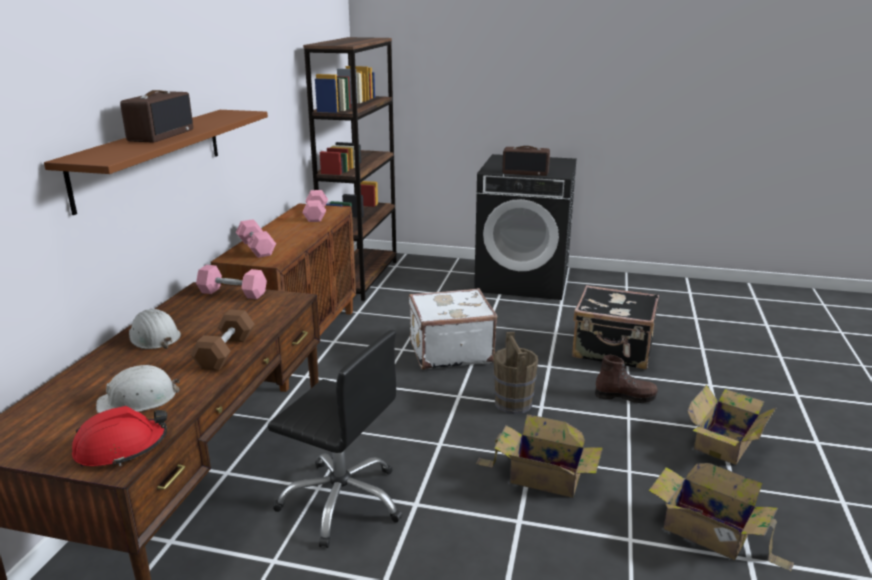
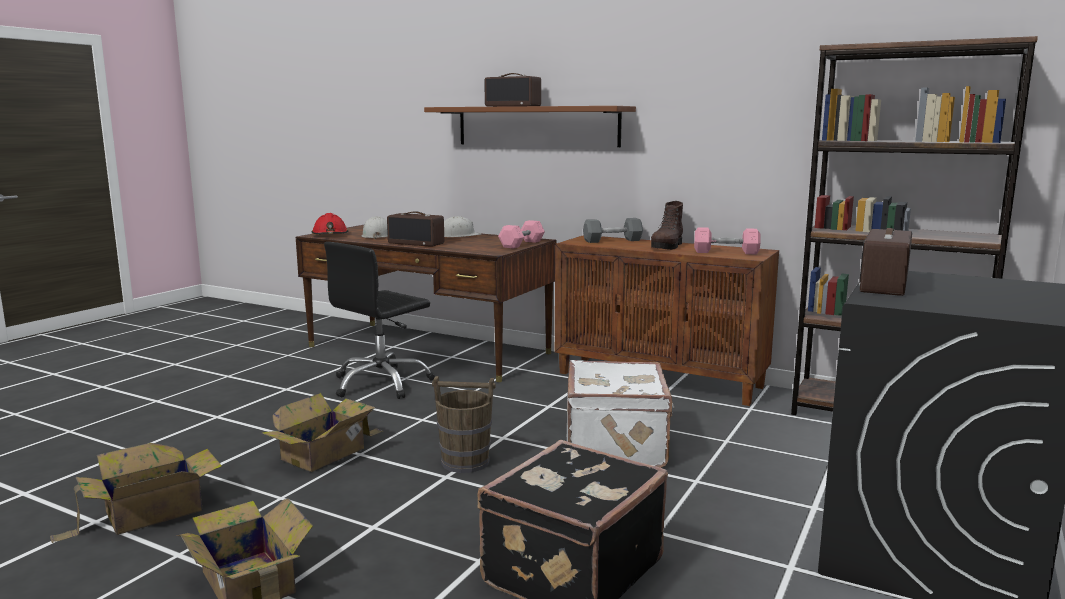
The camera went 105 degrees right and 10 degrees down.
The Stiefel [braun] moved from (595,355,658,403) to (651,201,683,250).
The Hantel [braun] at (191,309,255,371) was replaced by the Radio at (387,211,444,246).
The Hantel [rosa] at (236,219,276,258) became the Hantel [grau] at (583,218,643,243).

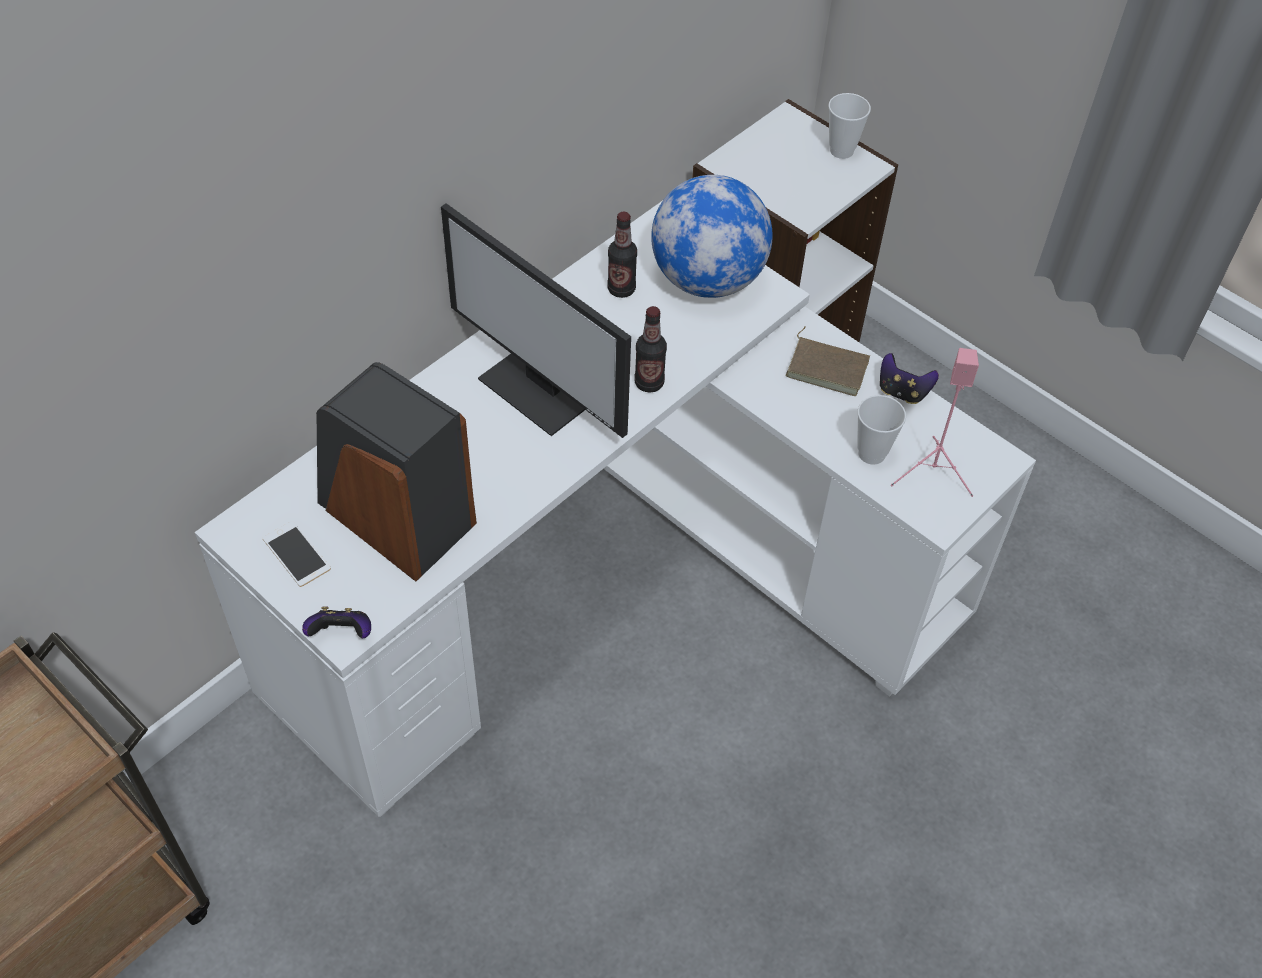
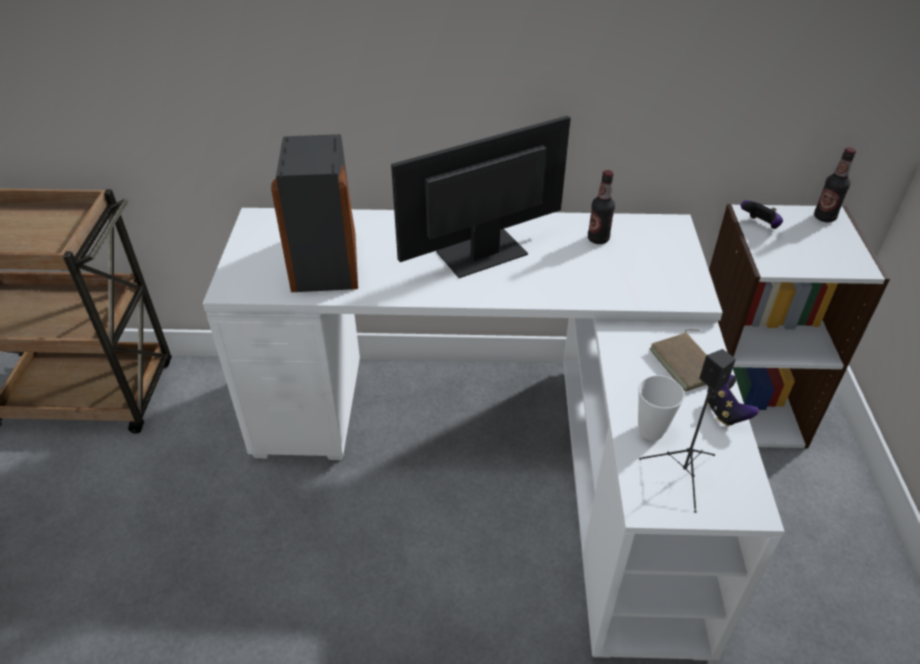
The camera went 50 degrees right and 10 degrees down.
The Handy at (263,521,331,587) disappeared.
The Globus at (651,175,773,298) disappeared.
The Tasse at (829,93,871,159) disappeared.
The Gamepad moved from (302,606,371,638) to (741,200,783,229).
The Flasche moved from (635,306,667,393) to (814,147,856,222).
The Lautsprecher [rosa] at (891,348,979,497) became the Lautsprecher [schwarz] at (639,349,736,513).
The Monitor at (441,203,631,438) turned 60 degrees clockwise.

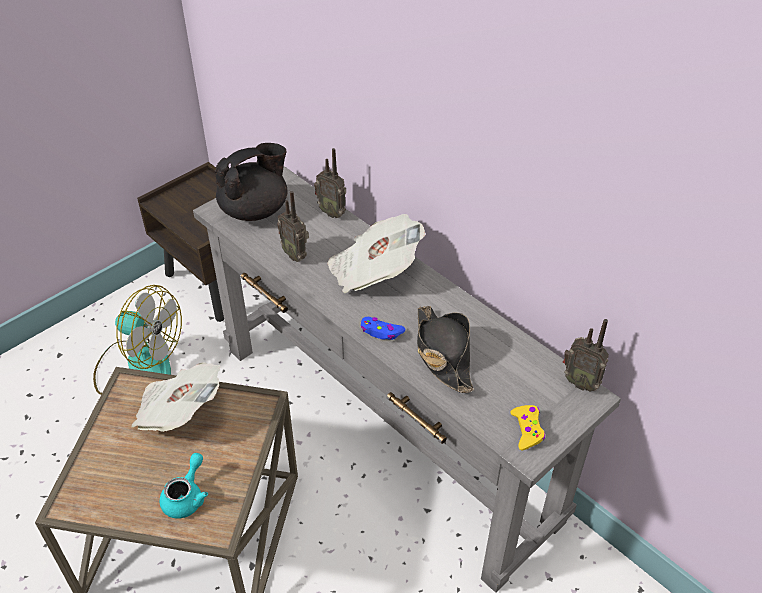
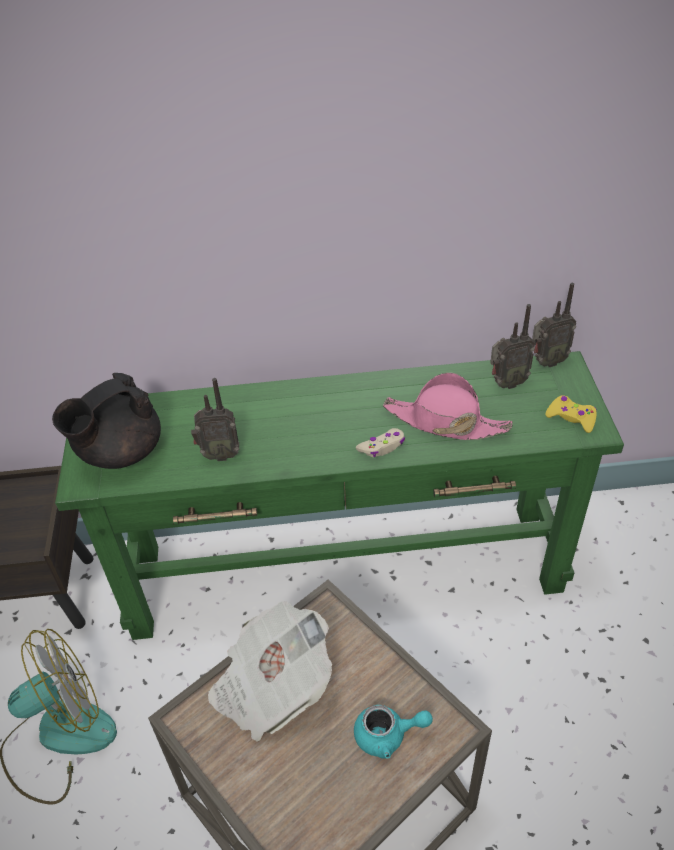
The camera went 50 degrees left and 0 degrees up.
The Zeitung at (327,214,425,293) disappeared.
The Radio moved from (314,148,346,218) to (490,304,535,389).
The Konsolentisch [grau] at (193,166,621,593) became the Konsolentisch [grün] at (55,351,624,640).
The Gamepad [blau] at (361,317,406,340) became the Gamepad [beige] at (356,428,405,457).
The Hut [schwarz] at (417,305,474,393) became the Hut [rosa] at (383,372,513,440).
The Teekanne [türkis] at (160,453,208,518) turned 120 degrees clockwise.
The Teekanne [schwarz] at (215,143,288,221) turned 135 degrees counterclockwise.

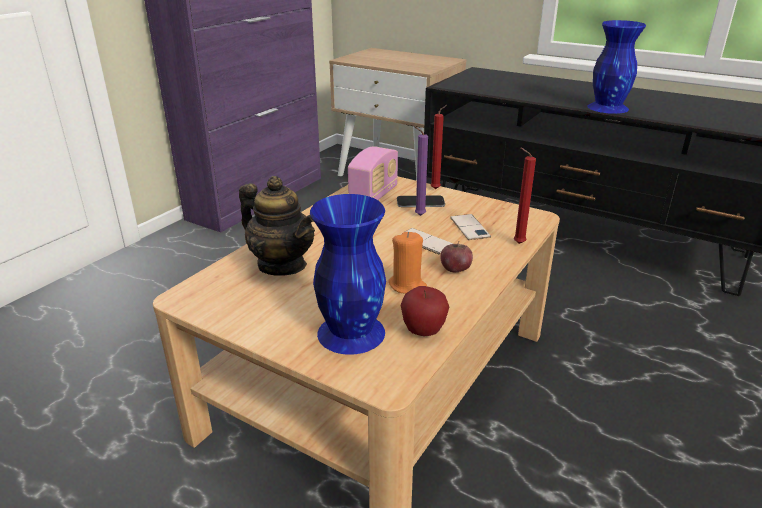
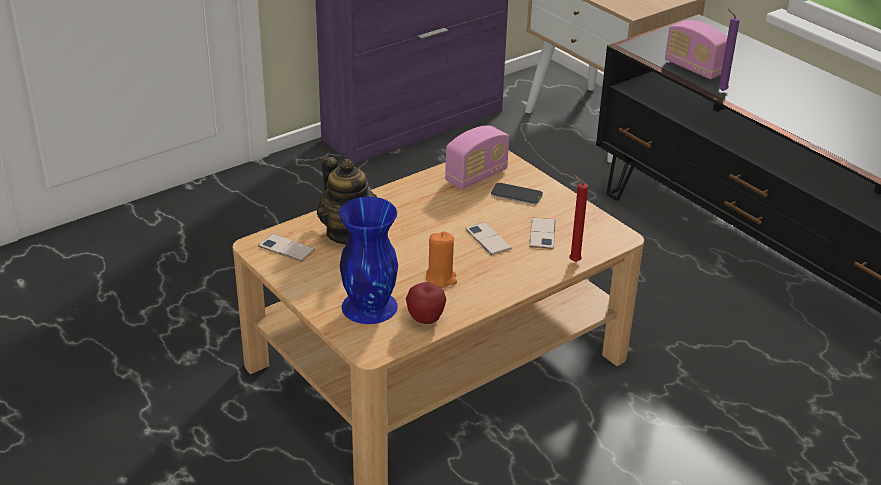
The camera went 20 degrees right and 5 degrees up.
The Kerze [rot] at (430,105,447,189) disappeared.
The Apfel at (440,241,473,272) disappeared.
The Vase [blau] at (587,20,646,114) disappeared.
The Handy at (258,234,315,262) appeared.
The Radio at (665,20,727,79) appeared.
The Kerze [lila] moved from (414,126,428,216) to (718,9,740,91).

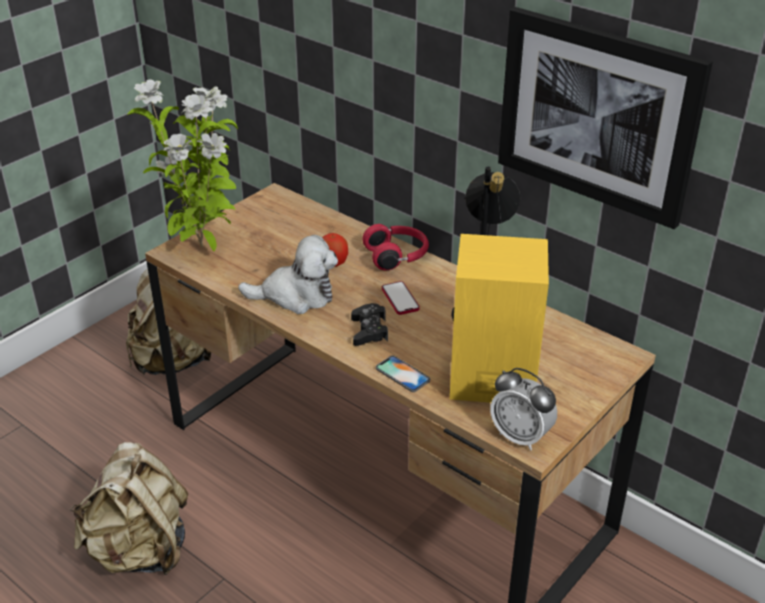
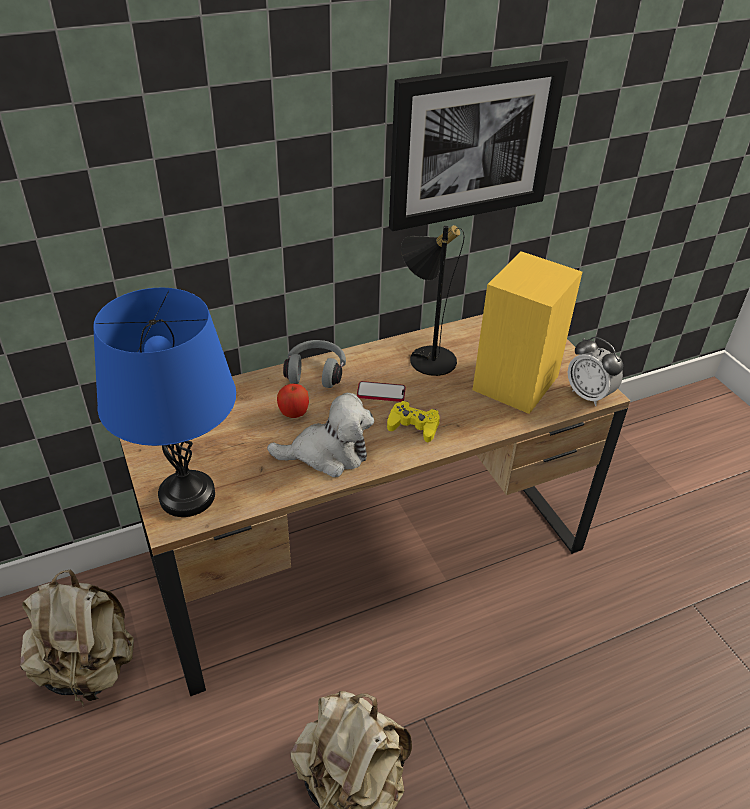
The camera went 65 degrees left and 5 degrees up.
The Handy at (376,356,430,392) disappeared.
The Topfpflanze at (127,79,238,251) was replaced by the Tischlampe [blau] at (93,288,236,517).
The Gamepad [schwarz] at (351,303,388,346) became the Gamepad [gelb] at (387,401,440,442).
The Kopfhörer [rot] at (362,224,429,270) became the Kopfhörer [grau] at (283,340,346,388).
The Plüschtier at (238,235,338,314) turned 60 degrees clockwise.
The Wecker at (490,368,557,450) turned 75 degrees clockwise.

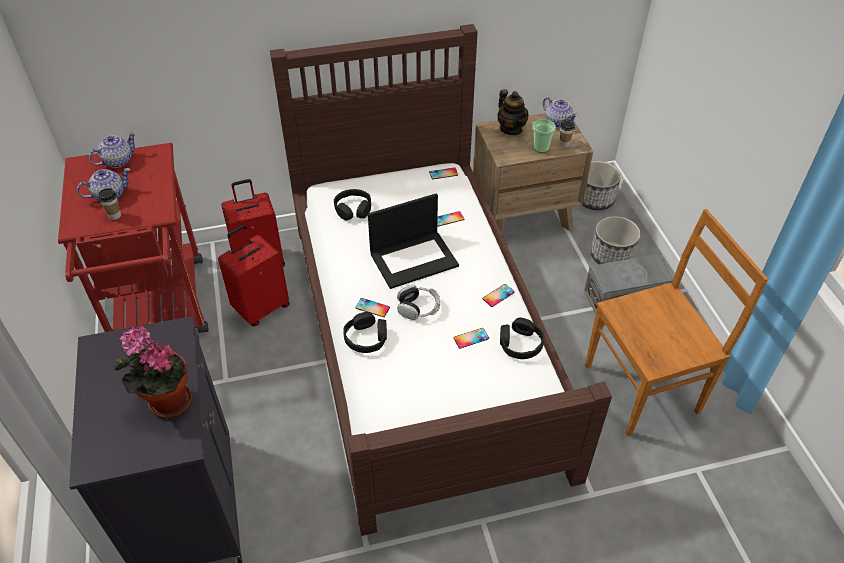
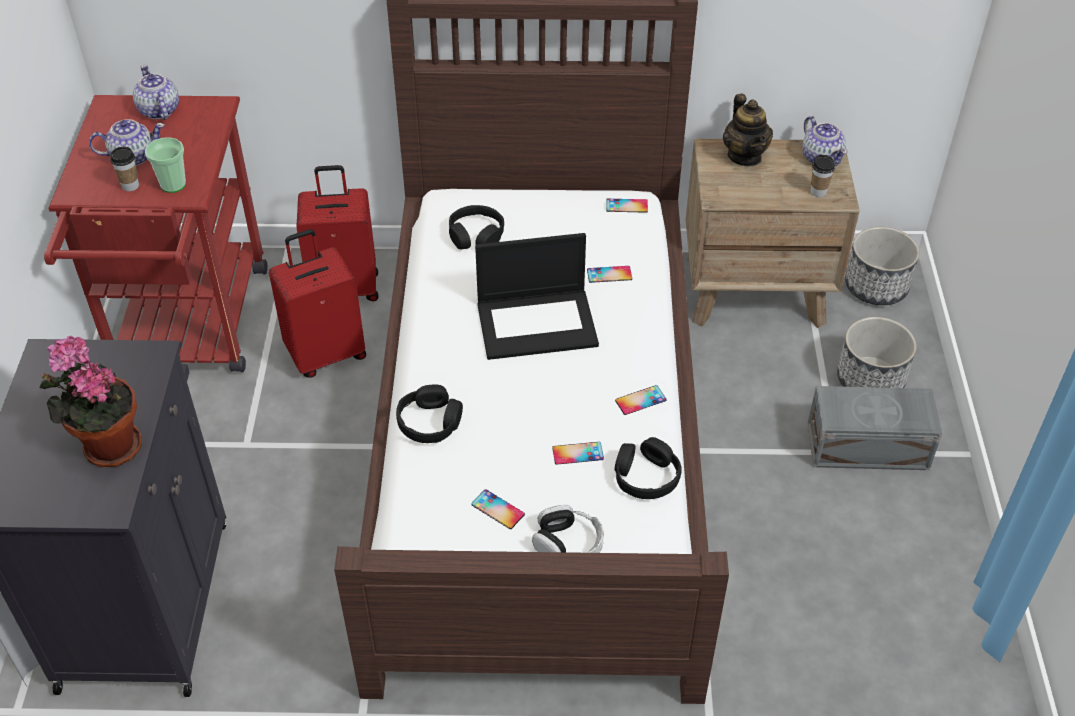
The camera went 15 degrees right and 0 degrees up.
The Stuhl [braun] at (585,209,768,436) disappeared.
The Handy moved from (355,298,390,317) to (471,489,525,529).
The Kopfhörer moved from (397,285,440,320) to (532,505,604,553).
The Tasse moved from (533,119,556,153) to (145,137,186,193).
The Teekanne at (89,132,136,168) turned 90 degrees counterclockwise.

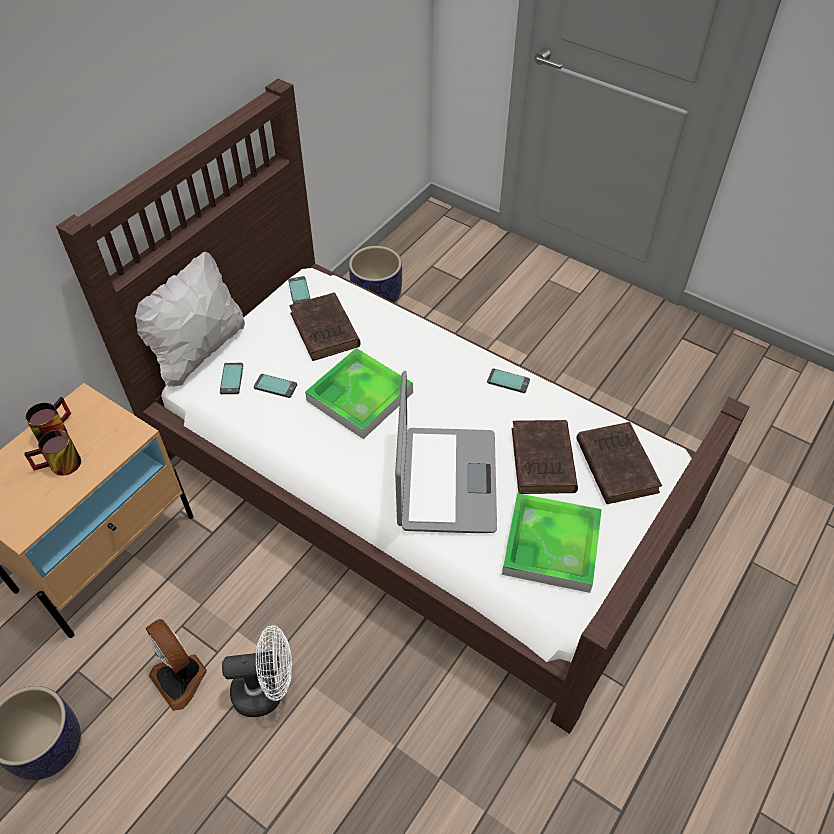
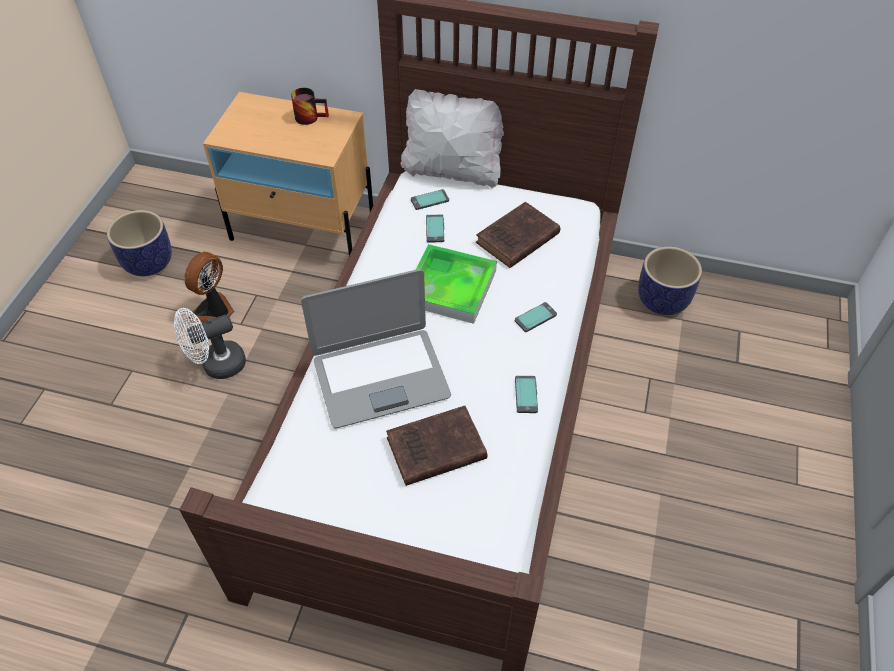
The camera went 70 degrees right and 0 degrees up.
The Henkelbecher at (24,430,81,476) disappeared.
The Tablett at (502,493,602,593) disappeared.
The Buch [braun] at (576,422,662,504) disappeared.
The Handy moved from (288,276,310,304) to (515,302,557,332).
The Ventilator [weiß] at (222,625,292,717) turned 90 degrees clockwise.

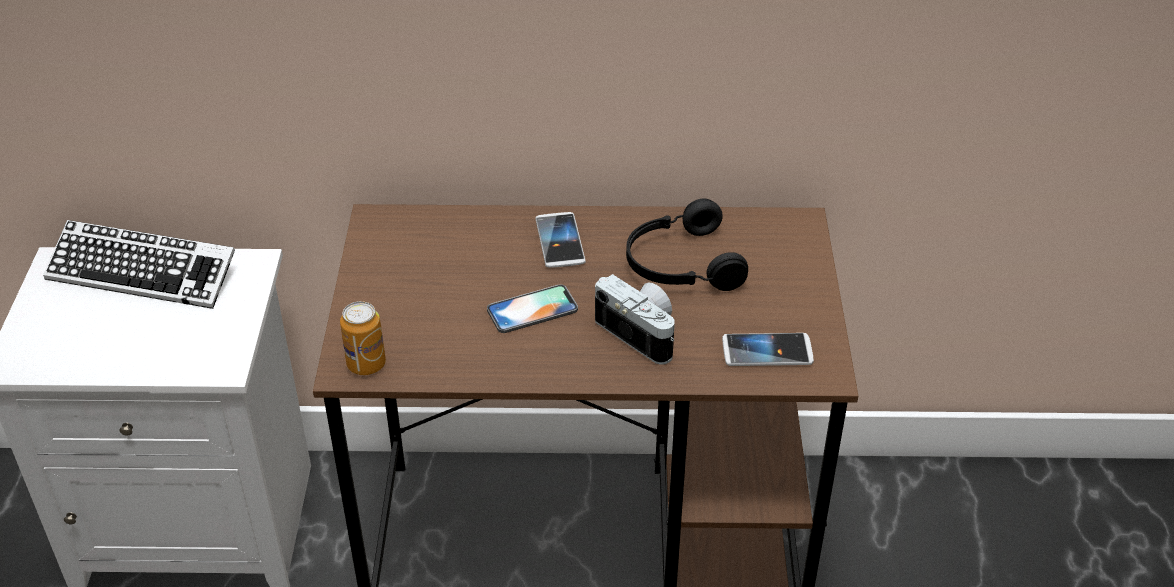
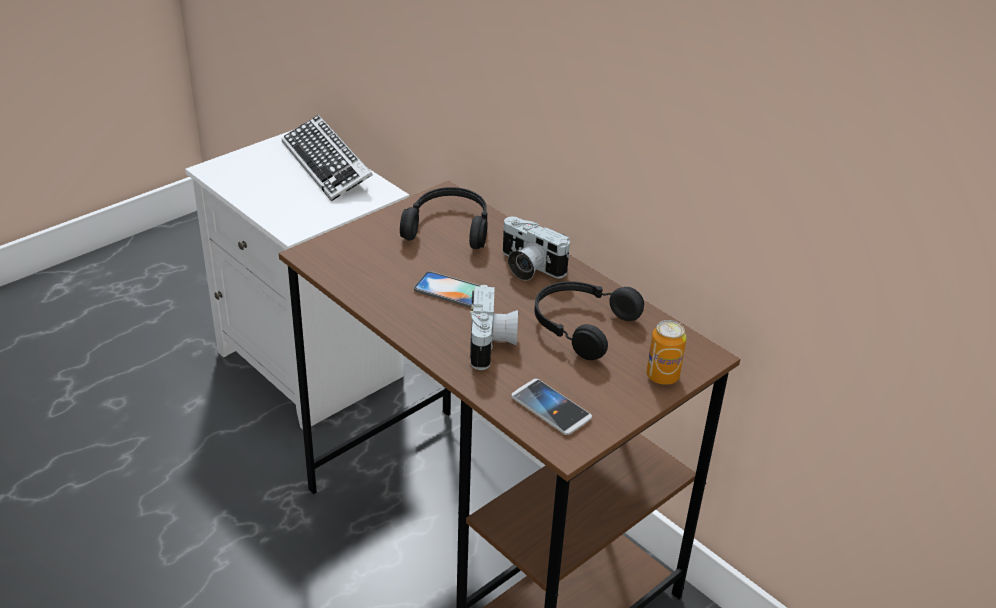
The camera went 45 degrees right and 5 degrees down.
The Kopfhörer [schwarz] at (400,187,488,249) appeared.
The Dose moved from (340,301,386,375) to (647,320,686,385).
The Handy at (535,212,586,268) was replaced by the Kamera at (503,217,570,281).

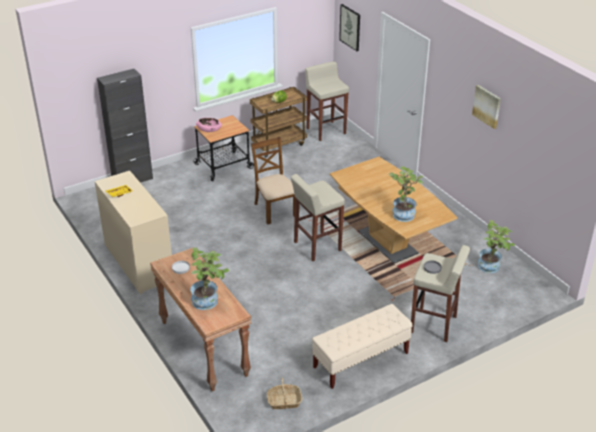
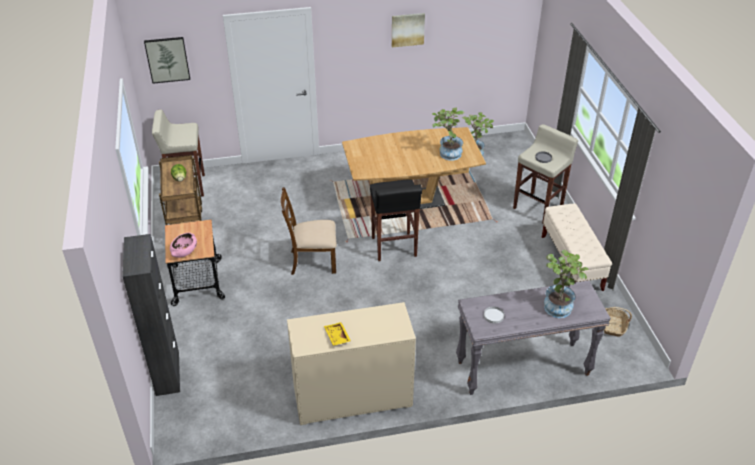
The camera went 70 degrees left and 5 degrees up.
The Konsolentisch [braun] at (150,248,251,391) became the Konsolentisch [grau] at (456,280,611,395).
The Hocker [beige] at (291,174,345,261) became the Hocker [schwarz] at (370,179,422,261).

